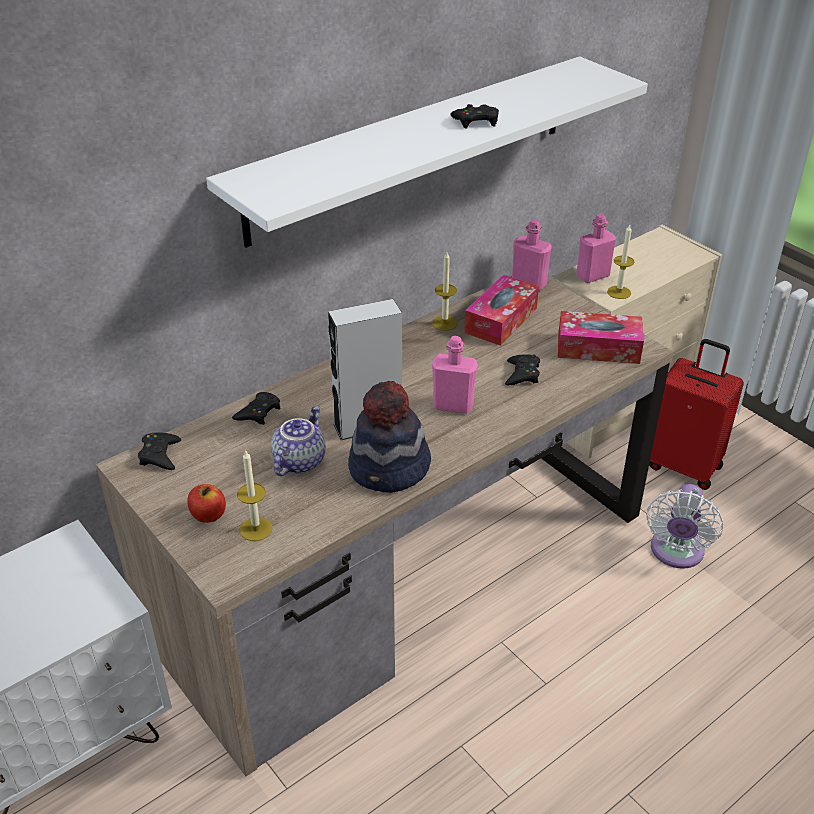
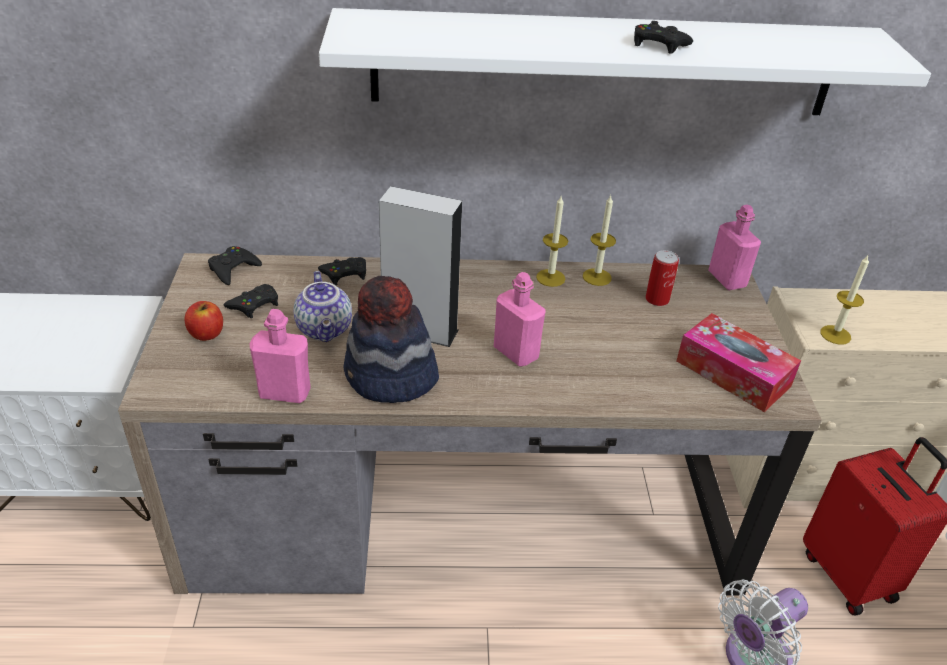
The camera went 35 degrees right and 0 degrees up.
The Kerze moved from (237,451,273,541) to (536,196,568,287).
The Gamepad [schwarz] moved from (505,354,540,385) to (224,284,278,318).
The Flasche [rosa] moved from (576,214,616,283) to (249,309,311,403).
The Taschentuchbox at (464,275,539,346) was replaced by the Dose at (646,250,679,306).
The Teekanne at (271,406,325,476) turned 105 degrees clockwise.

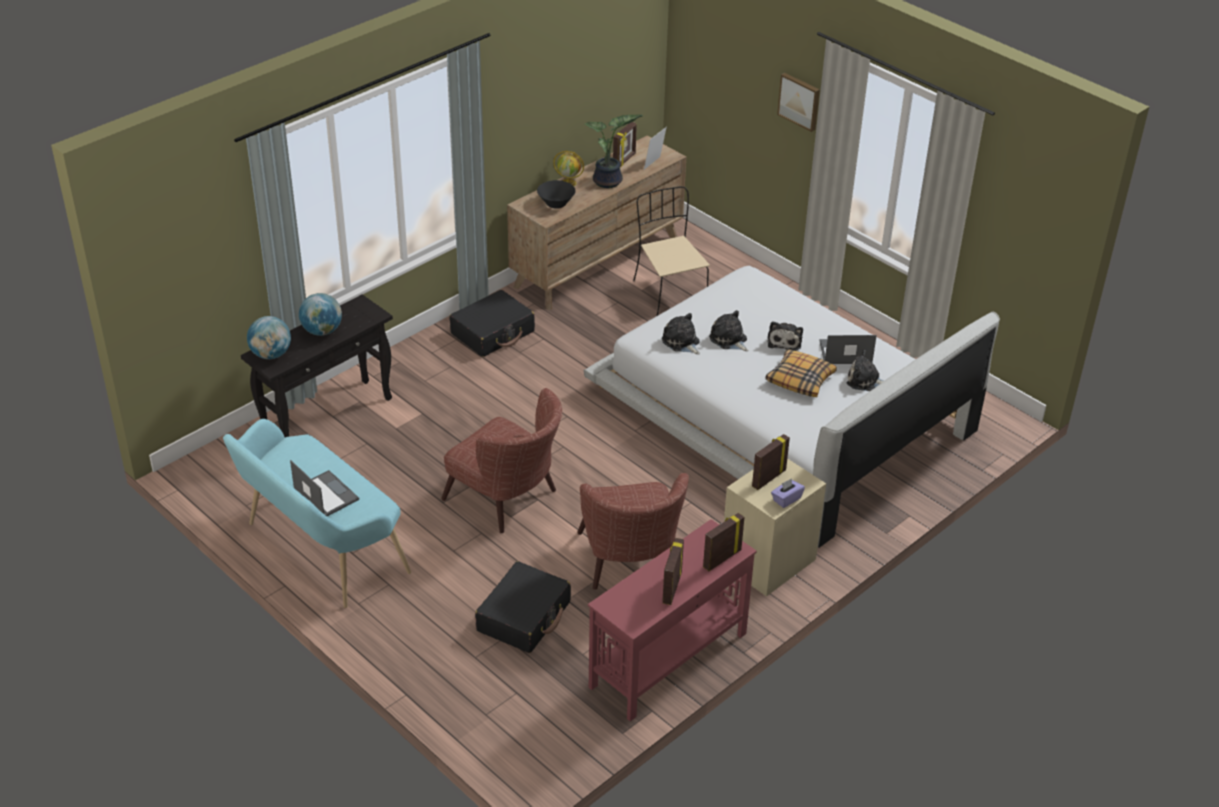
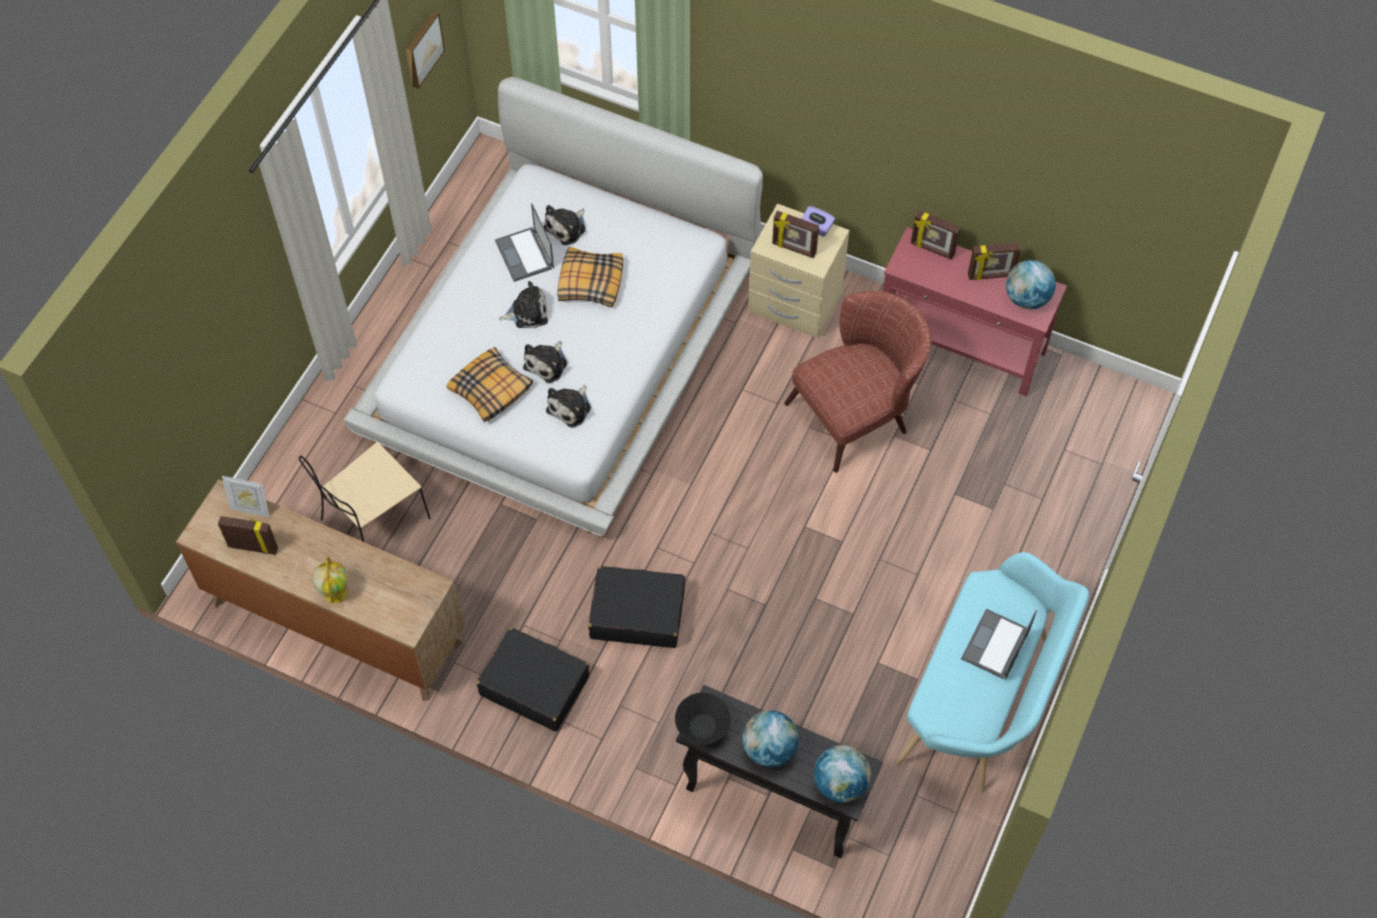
The camera went 110 degrees left and 20 degrees up.
The Sessel [braun] at (441,388,562,533) disappeared.
The Topfpflanze at (585,114,644,188) disappeared.
The Kissen at (447,347,533,422) appeared.
The Globus at (1006,260,1056,309) appeared.
The Koffer [schwarz] moved from (475,561,571,653) to (588,566,685,648).
The Schüssel [schwarz] moved from (537,180,576,209) to (675,693,731,745).
The Bild moved from (777,73,820,132) to (406,11,445,89).
The Plüschtier at (847,350,883,391) turned 45 degrees clockwise.

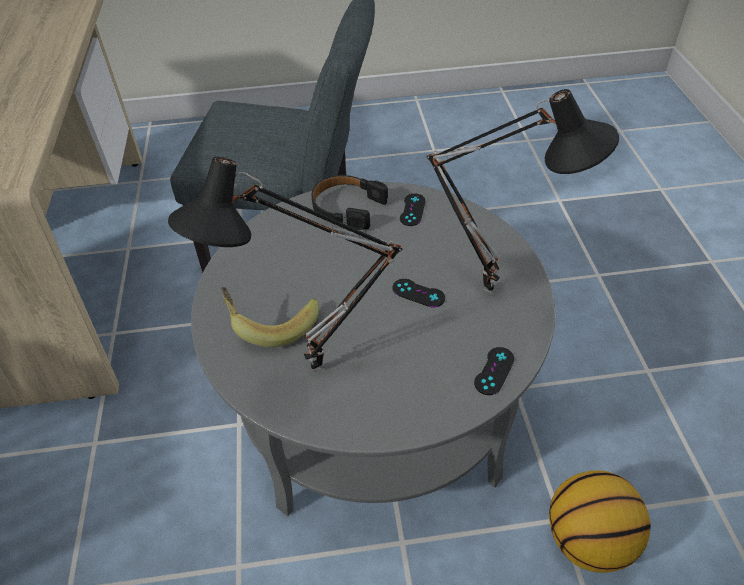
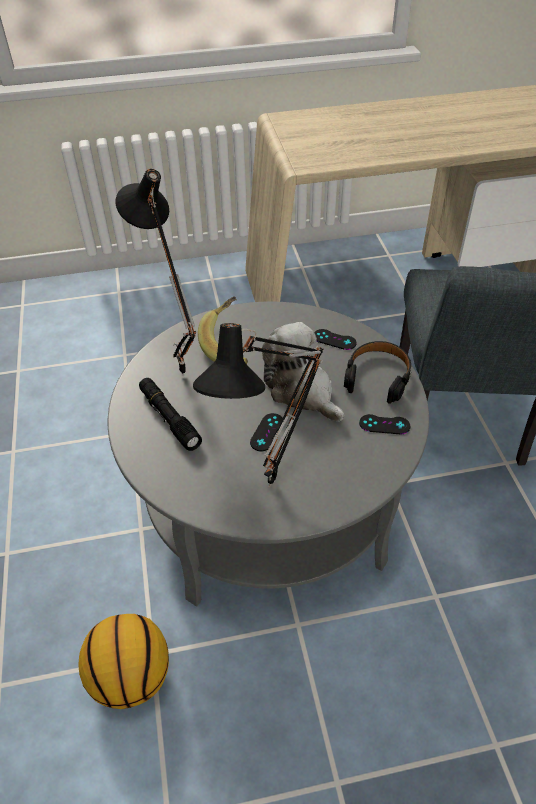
The camera went 85 degrees right and 0 degrees up.
The Taschenlampe [schwarz] at (139,378,202,451) appeared.
The Plüschtier at (262,322,344,422) appeared.
The Gamepad [schwarz] moved from (474,347,515,395) to (314,329,357,350).

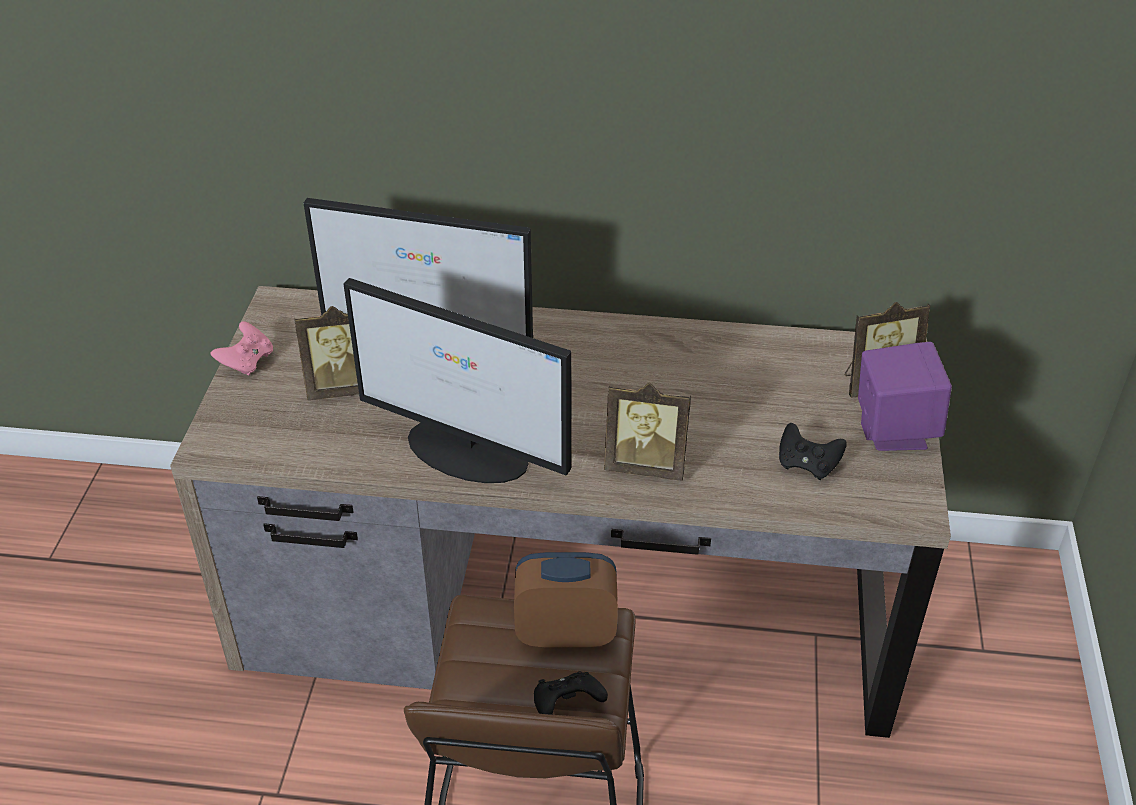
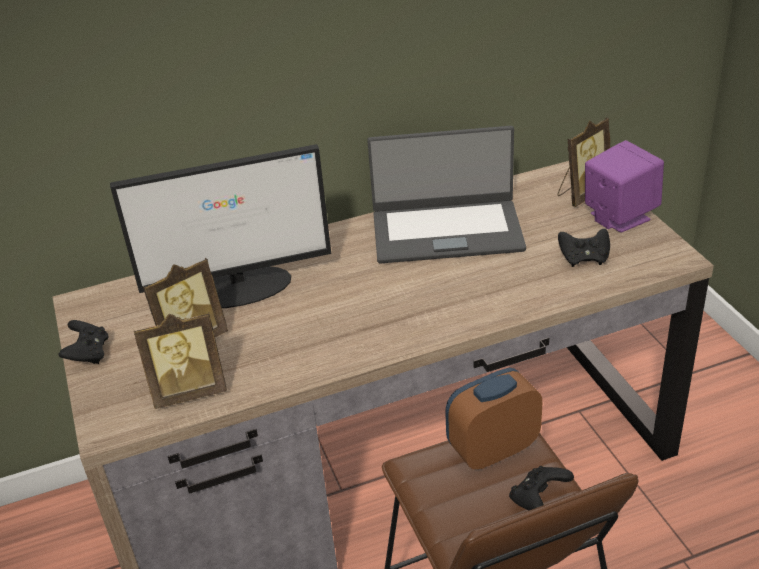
The camera went 25 degrees left and 5 degrees down.
The Monitor at (343,278,571,483) disappeared.
The Laptop at (367,126,526,264) appeared.
The Bilderrahmen moved from (604,383,691,481) to (133,312,227,409).
The Gamepad [rosa] at (210,321,273,376) became the Gamepad [schwarz] at (58,320,109,364).

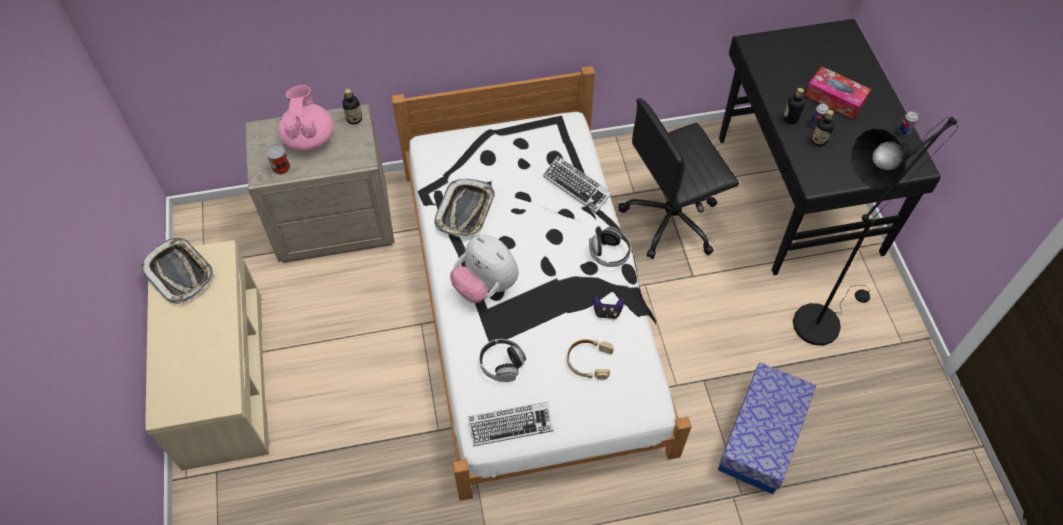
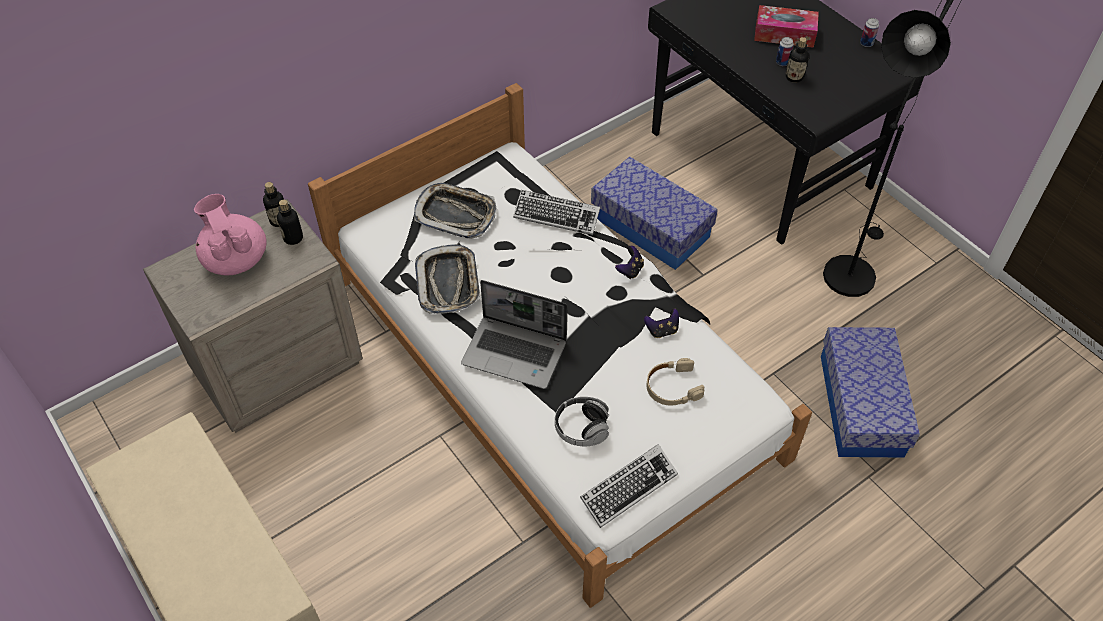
The camera went 25 degrees left and 5 degrees down.
The Dose at (266,144,290,175) disappeared.
The Tablett moved from (140,238,215,304) to (414,183,497,239).
The Flasche moved from (783,88,805,124) to (277,199,303,245).
The Plüschtier at (450,235,519,303) was replaced by the Laptop at (461,280,567,389).
The Kopfhörer at (589,227,631,267) was replaced by the Gamepad at (615,246,644,279).
The Bürostuhl [schwarz] at (618,98,739,259) was replaced by the Aufbewahrungsbox at (591,157,718,270).

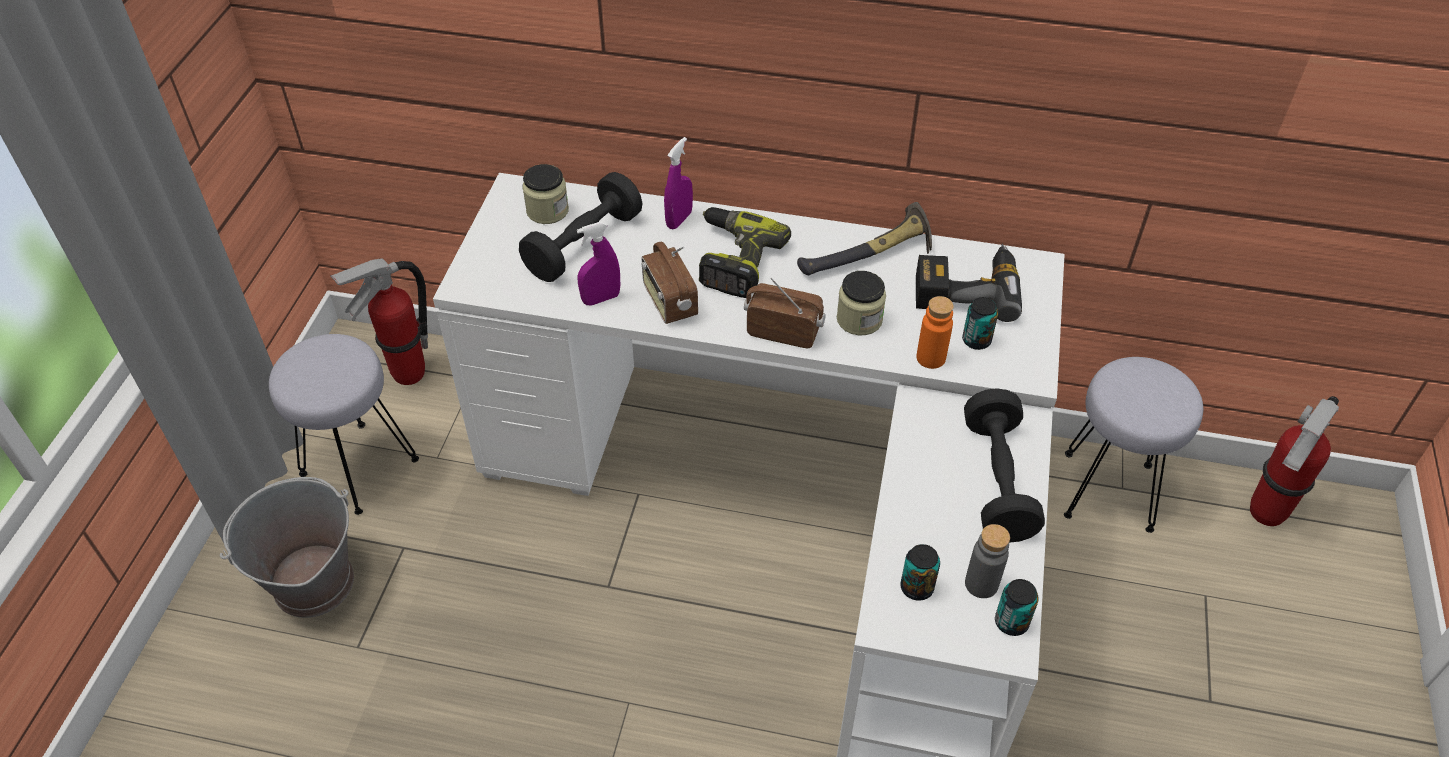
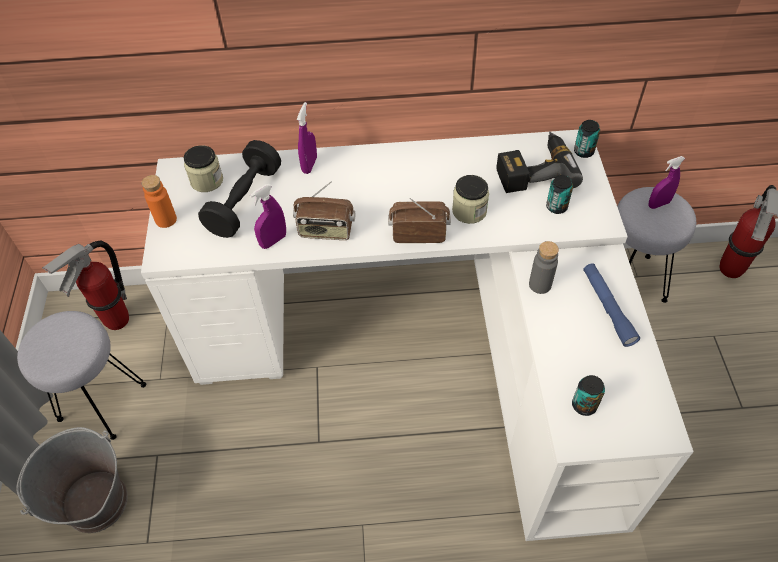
The camera went 15 degrees left and 5 degrees up.
The Bohrmaschine at (699,207,791,298) disappeared.
The Hammer at (797,202,932,275) disappeared.
The Sprühflasche [lila] at (649,156,685,209) appeared.
The Flasche [orange] moved from (917,296,954,369) to (142,175,177,228).
The Flasche [grau] moved from (965,524,1010,598) to (529,241,559,294).
The Dose moved from (995,579,1039,636) to (574,120,600,158).
The Hantel [schwarz] at (964,388,1045,543) was replaced by the Taschenlampe [blau] at (583,263,640,347).
The Radio at (641,242,698,324) turned 45 degrees counterclockwise.

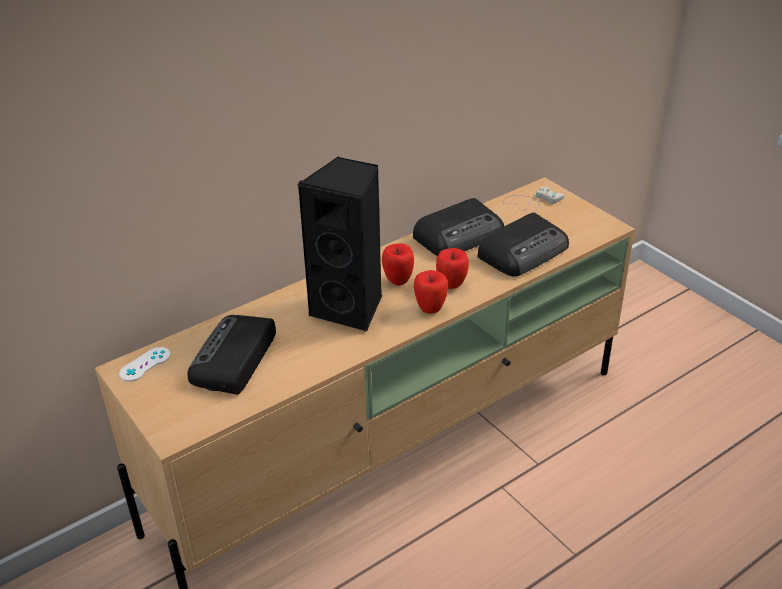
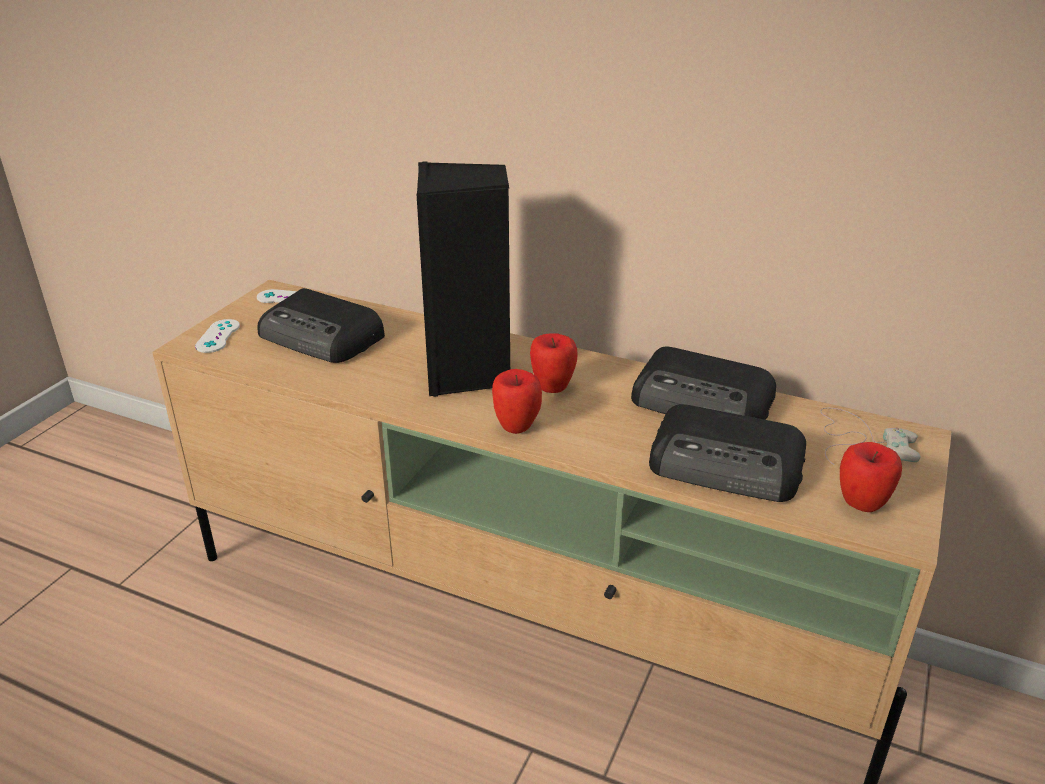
The camera went 60 degrees right and 5 degrees down.
The Gamepad [weiß] at (195,319,240,353) appeared.
The Apfel moved from (436,248,469,289) to (840,442,902,512).
The Radio at (188,315,276,395) turned 135 degrees counterclockwise.

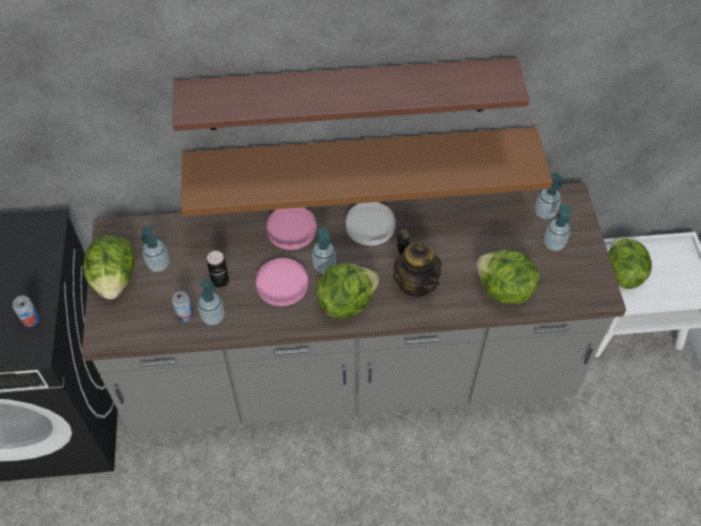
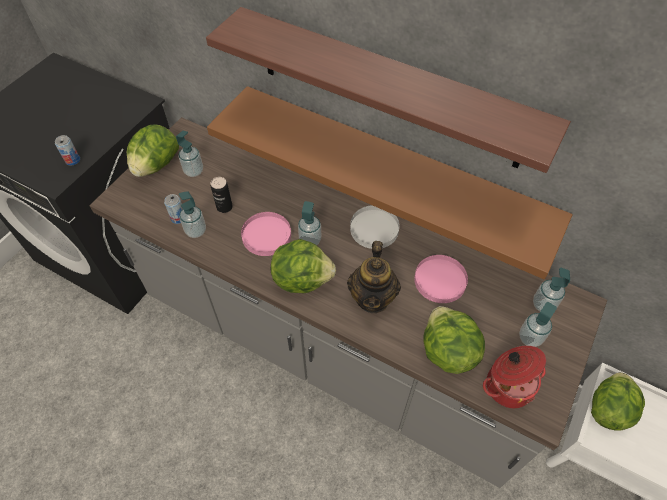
The camera went 35 degrees right and 0 degrees up.
The Kochtopf at (483,346,546,408) appeared.
The Teller [rosa] moved from (266,207,317,250) to (414,255,468,303).

